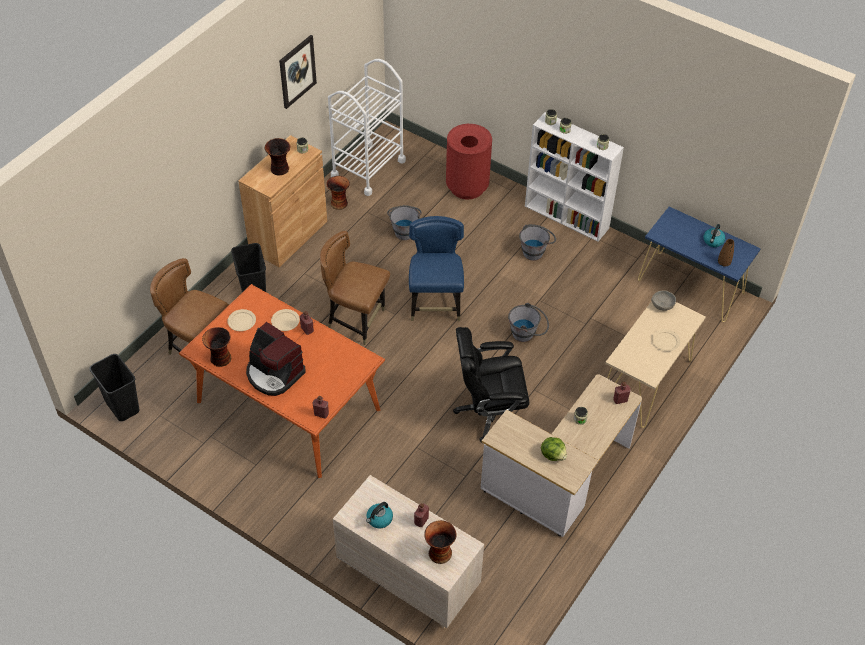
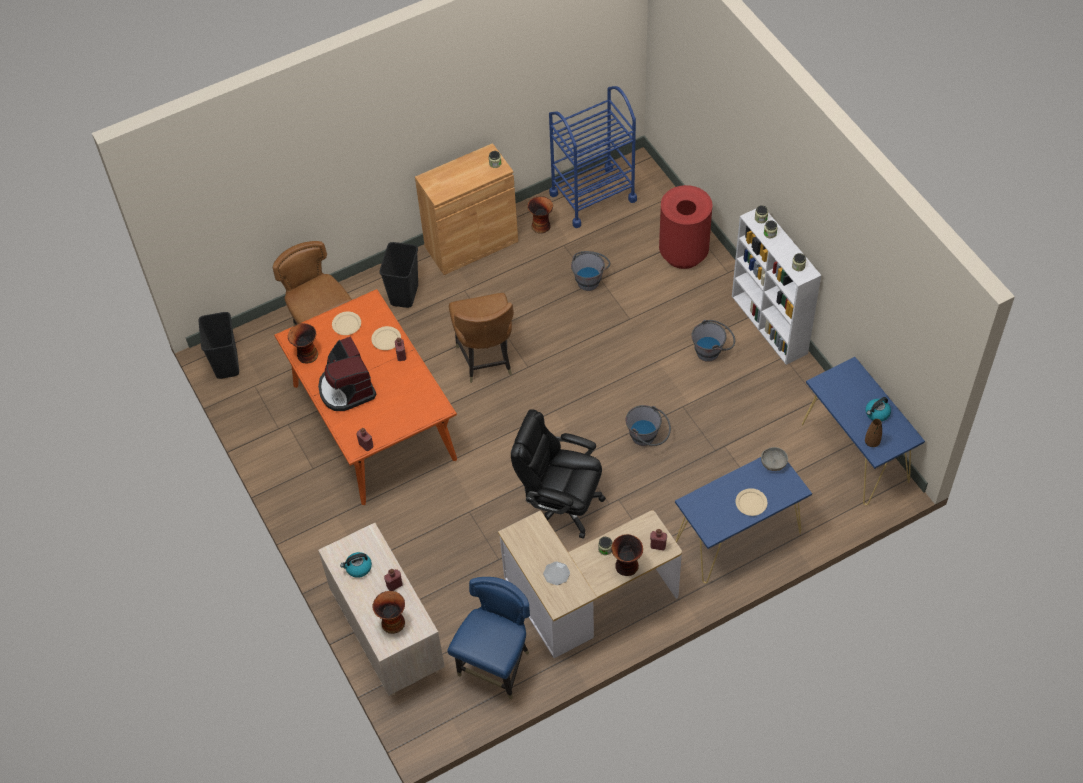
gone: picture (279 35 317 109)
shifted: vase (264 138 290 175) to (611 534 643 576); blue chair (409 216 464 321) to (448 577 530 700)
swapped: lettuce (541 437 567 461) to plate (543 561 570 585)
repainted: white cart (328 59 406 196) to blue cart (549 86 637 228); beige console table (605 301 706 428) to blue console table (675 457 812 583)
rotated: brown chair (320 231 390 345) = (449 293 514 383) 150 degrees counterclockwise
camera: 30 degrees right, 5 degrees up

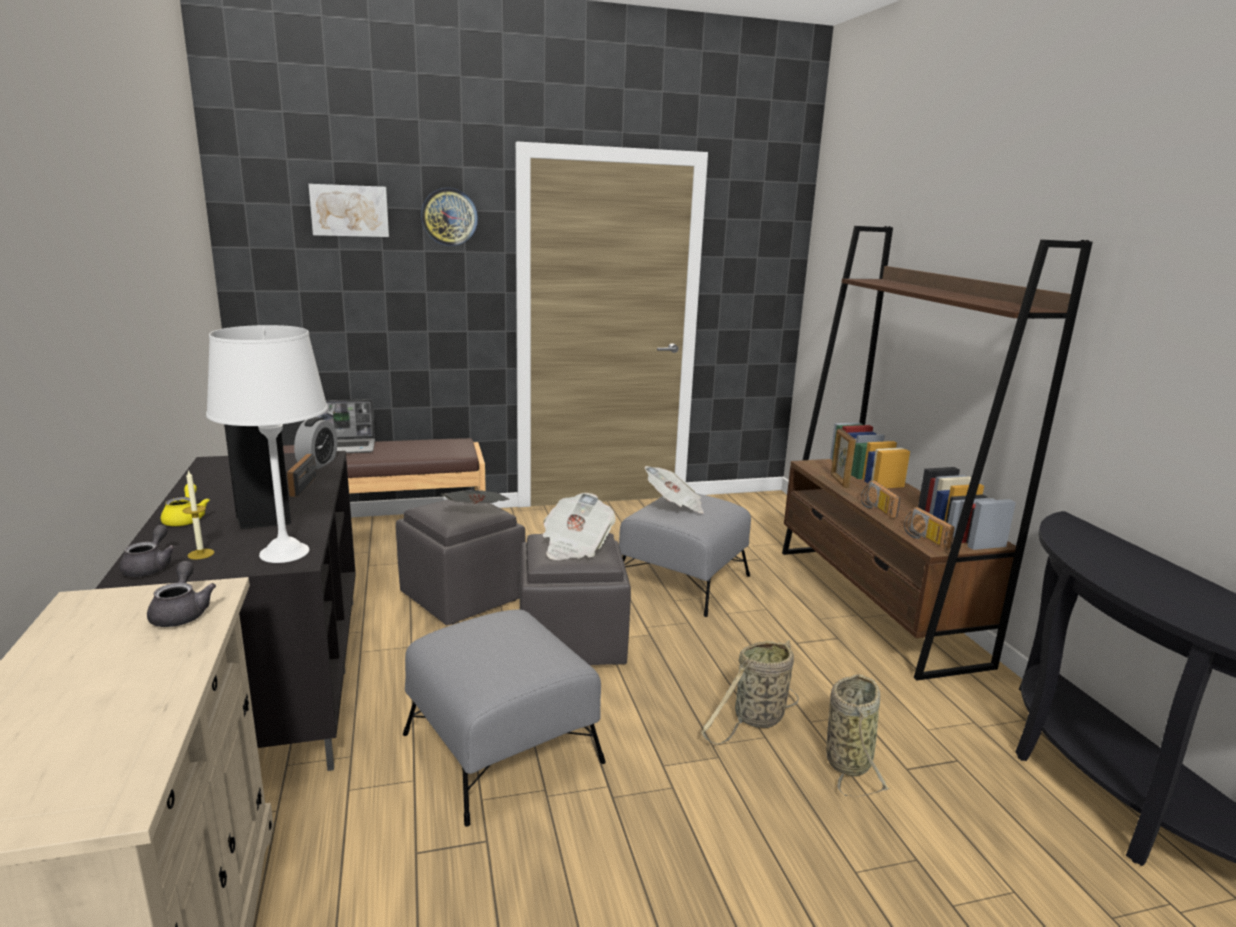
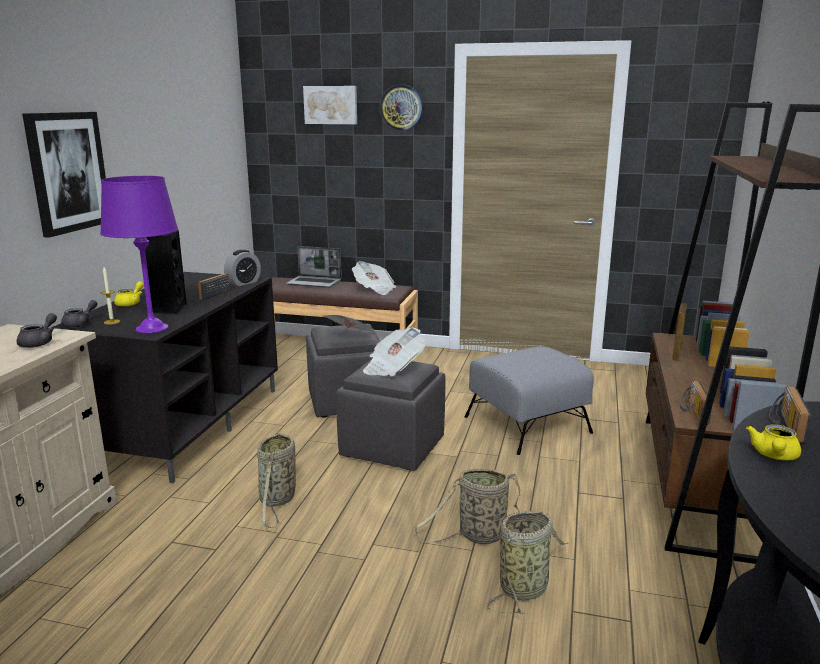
new: picture (22 112 106 238); yellow teapot (746 424 801 460)
shifted: newspaper (645 466 703 513) to (352 261 396 295); radio (861 481 900 518) to (769 386 812 443)
swapped: grey ottoman (403 609 606 827) to basket (257 431 296 528)
repainted: white table lamp (206 325 328 563) to purple table lamp (100 176 178 333)
camera: 30 degrees right, 0 degrees up

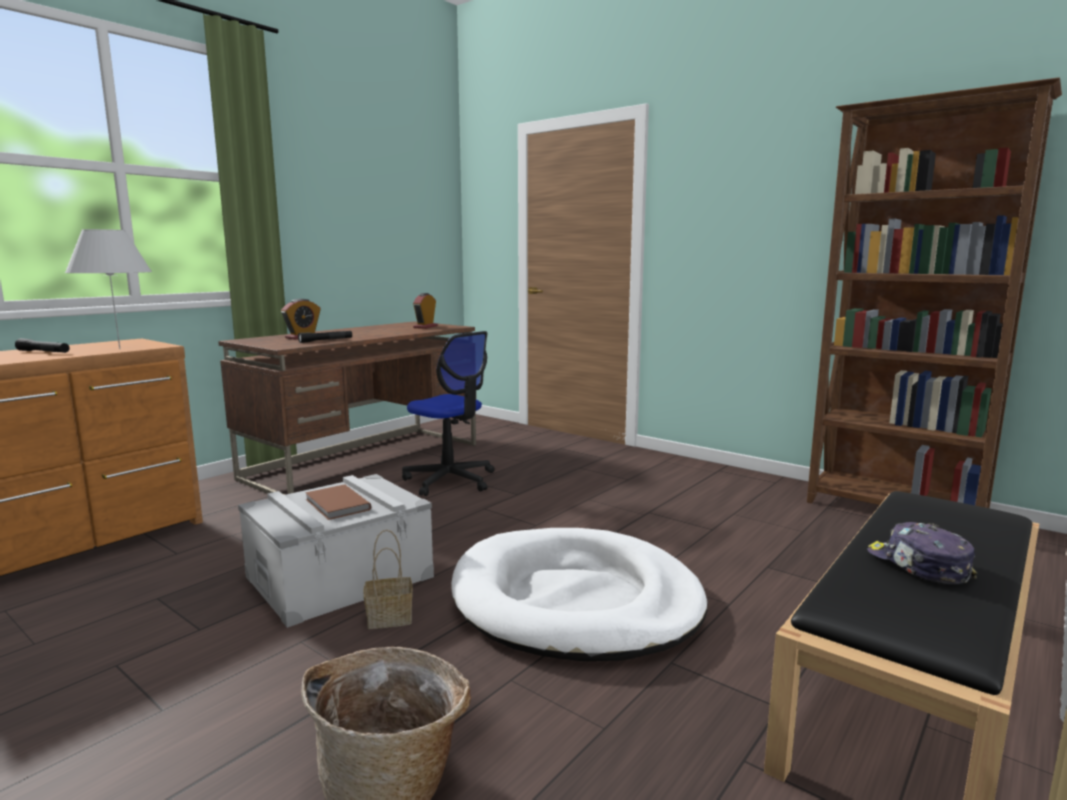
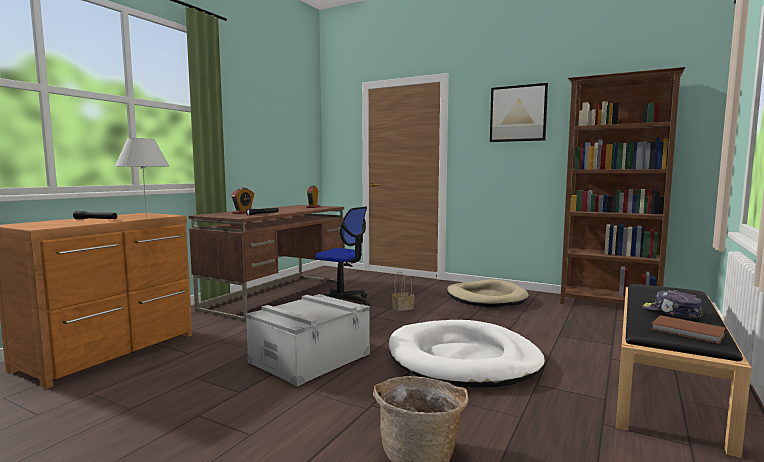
new: beige dog bed (447 279 529 307); picture (490 83 548 142)
shifted: brown book (305 484 371 520) to (651 315 726 344); basket (364 529 413 629) to (392 272 414 311)
camera: 10 degrees left, 5 degrees down

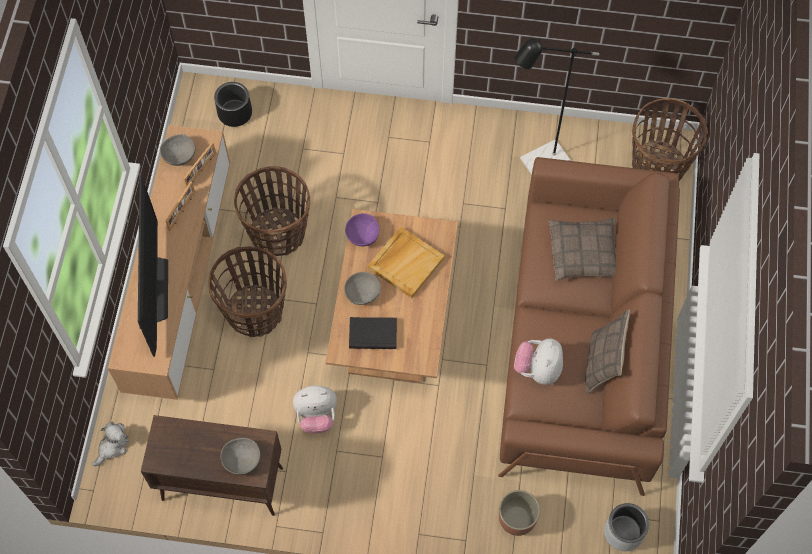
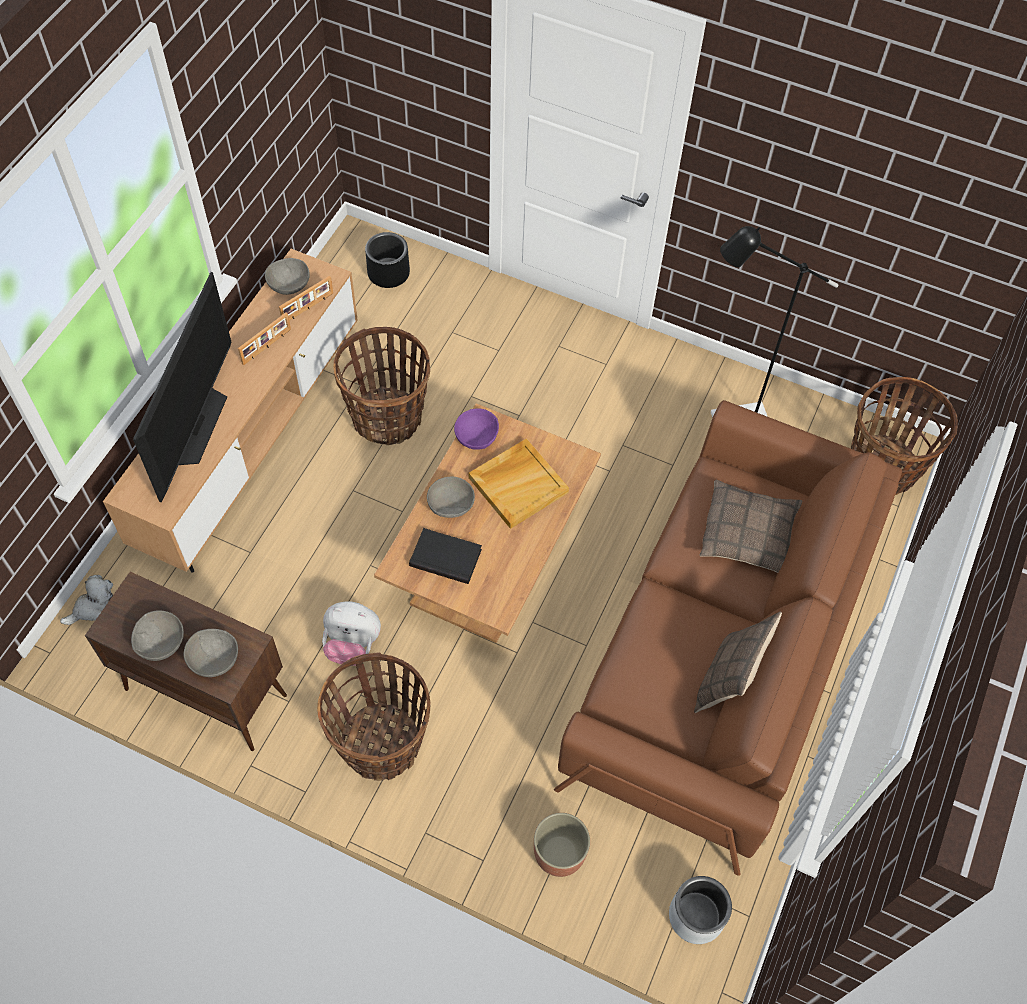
gone: plush toy (514 338 563 385)
new: grey bowl (131 610 184 661)
shifted: basket (208 246 287 337) to (317 652 431 781)
camera: 15 degrees right, 5 degrees down

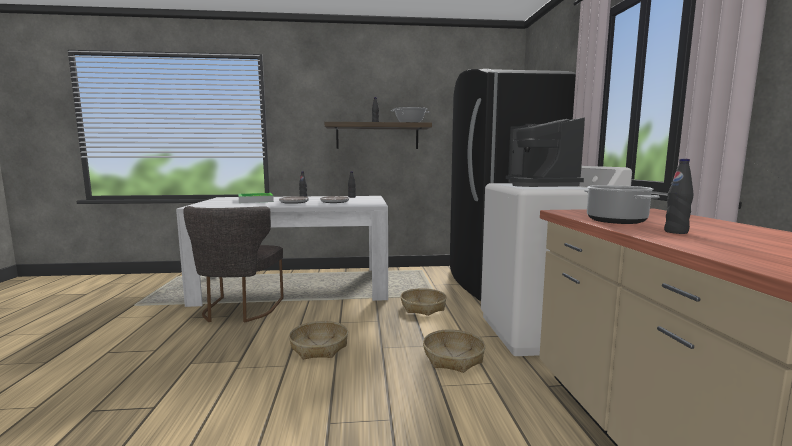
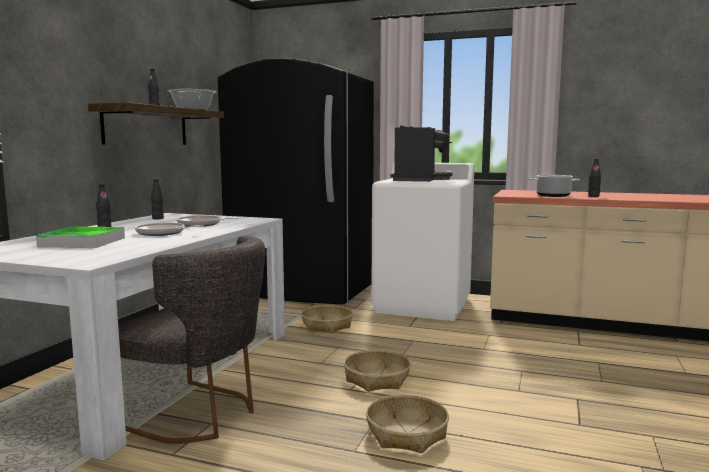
shifted: basket (423 329 485 373) to (366 395 449 453)
rotated: coffee machine (506 118 585 187) = (391 125 452 182) 90 degrees counterclockwise
camera: 65 degrees left, 0 degrees up

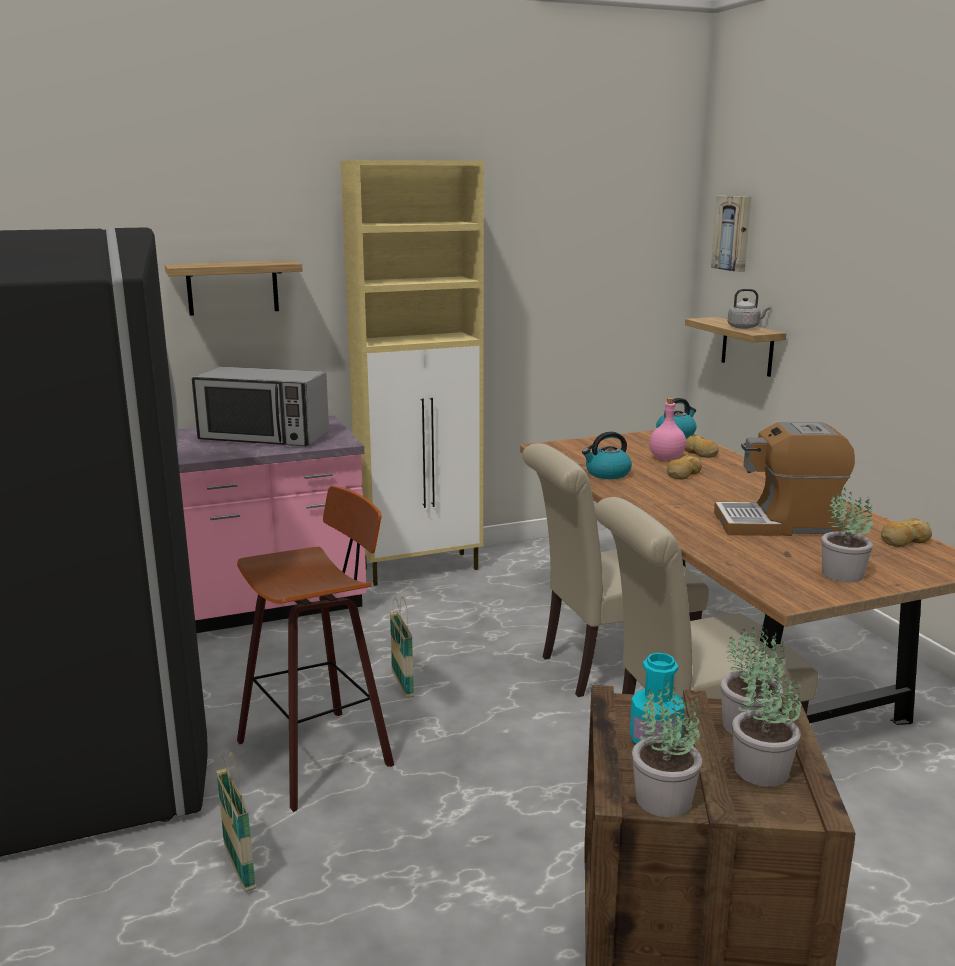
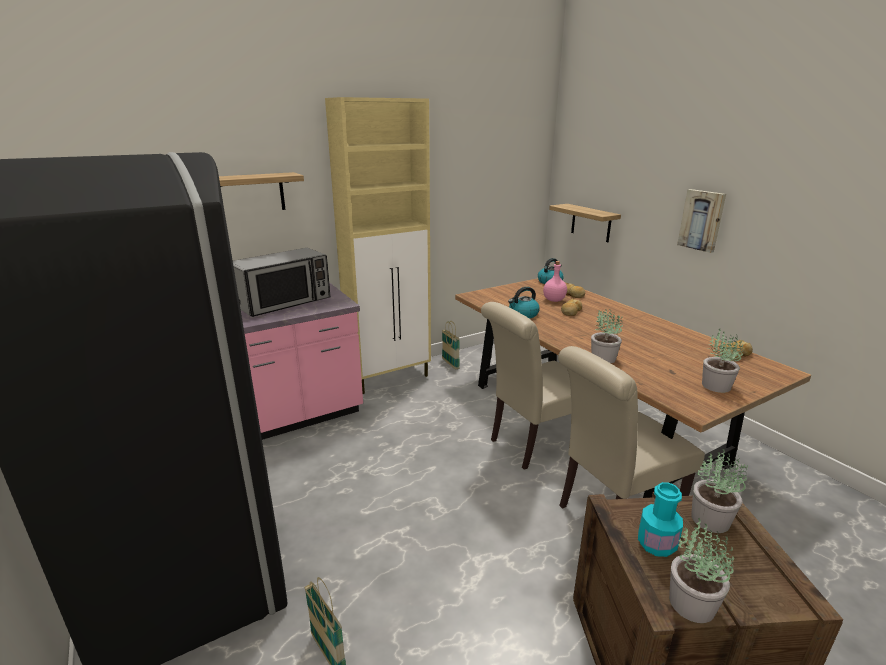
gone: stool (237 486 394 812); coffee machine (714 422 855 536); grey kettle (728 289 770 329)
shifted: basket (390 596 414 698) to (442 321 460 369); picture (711 196 751 272) to (677 189 726 253); potted plant (732 662 802 787) to (591 309 623 363)
rotated: microwave (192 367 329 446) = (233 248 330 317) 45 degrees counterclockwise
camera: 10 degrees left, 5 degrees up

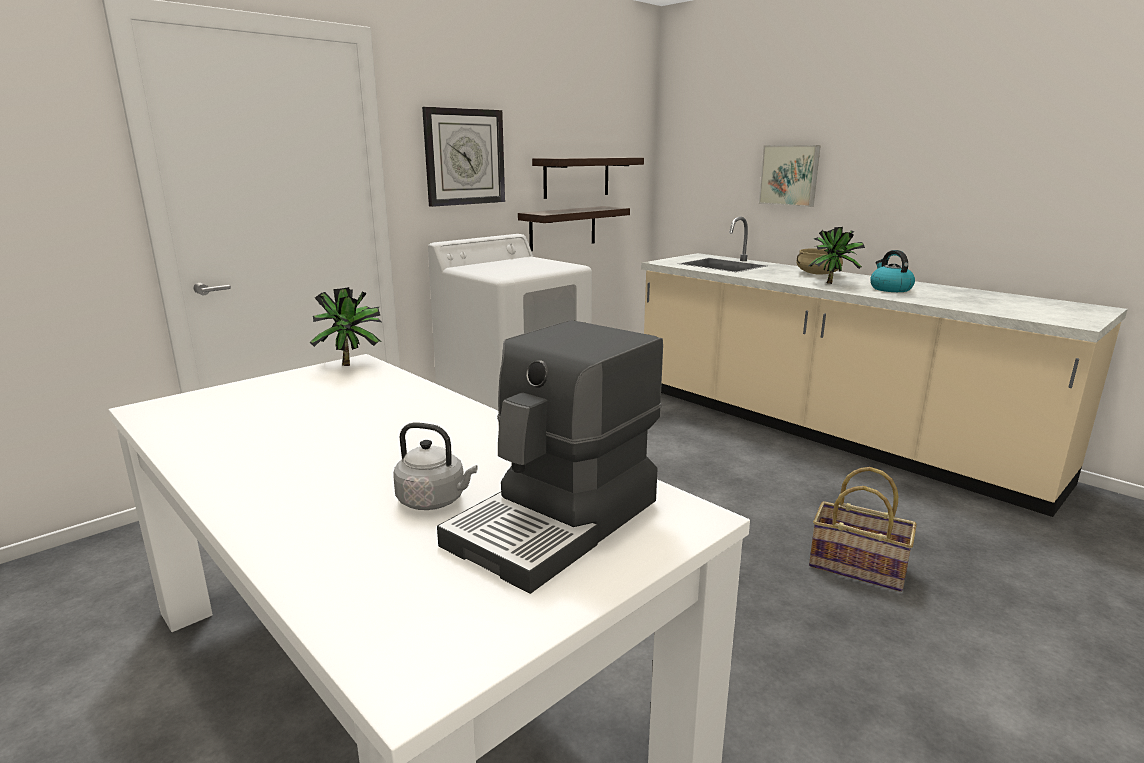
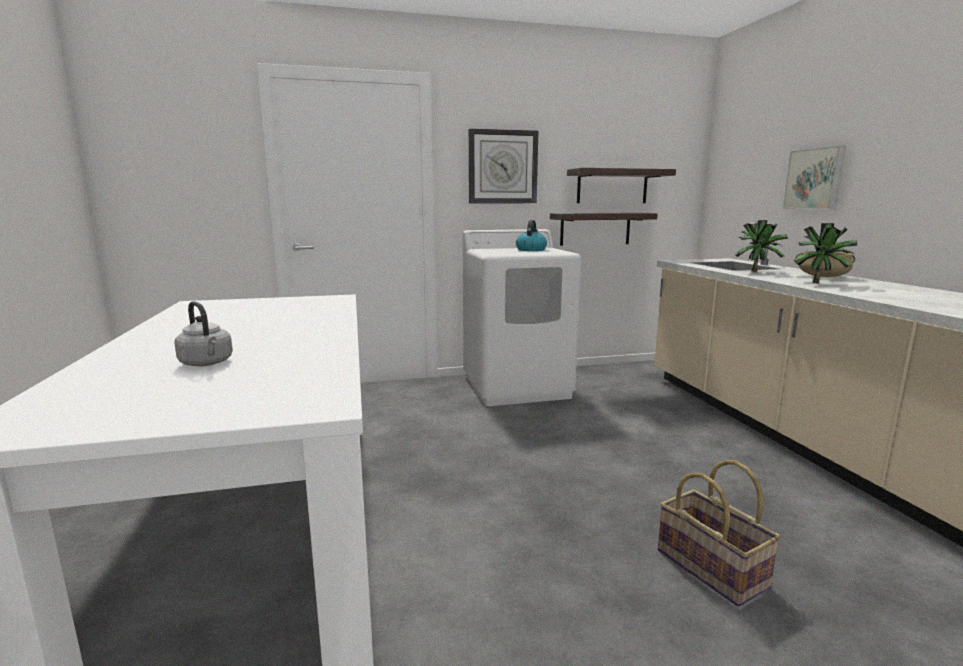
gone: coffee machine (437 320 663 594)
shifted: potted plant (308 287 381 366) to (735 220 788 272); kettle (870 250 915 292) to (516 220 547 251)
camera: 30 degrees right, 5 degrees down

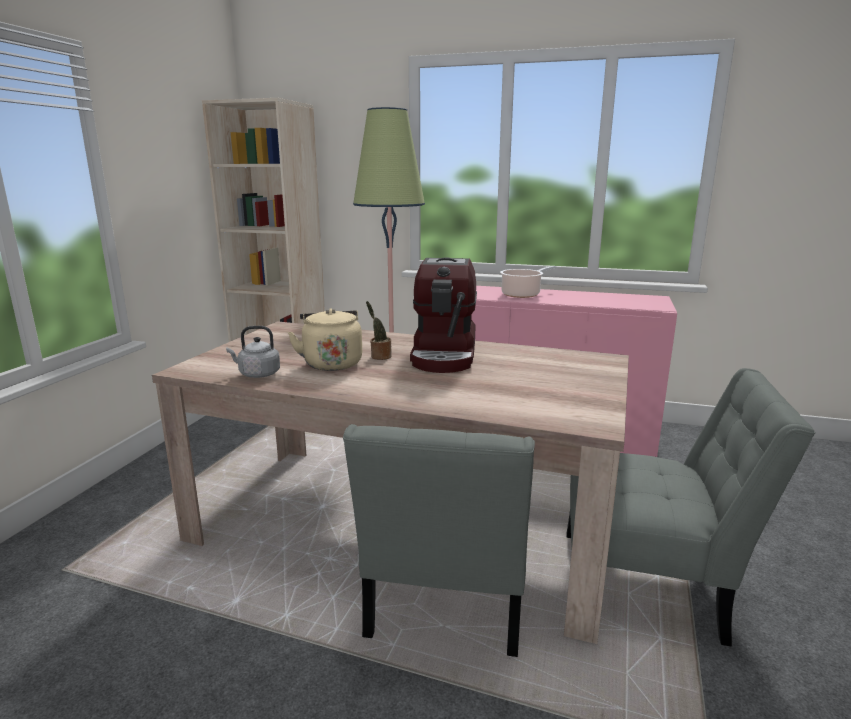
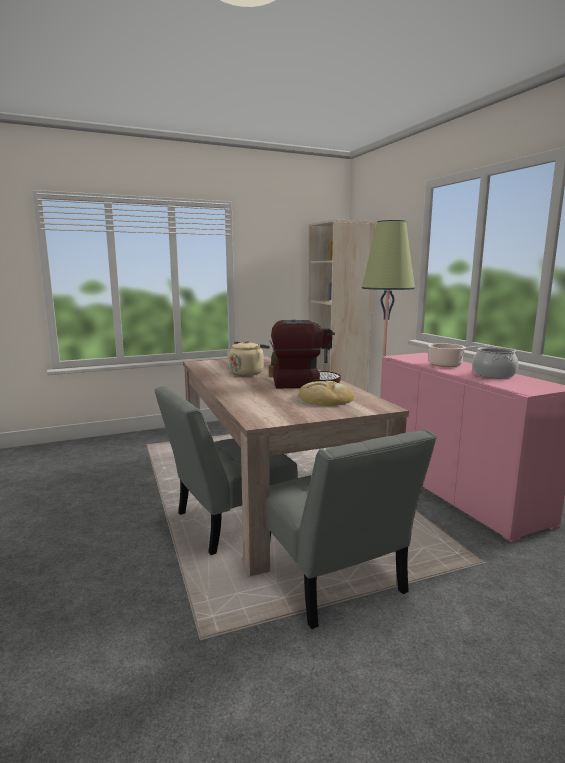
gone: grey kettle (226 326 280 378)
new: bread (299 381 354 406); cooking pot (472 347 518 378)
rotated: coffee machine (410 257 477 373) = (271 320 341 388) 150 degrees counterclockwise
camera: 50 degrees right, 5 degrees down

